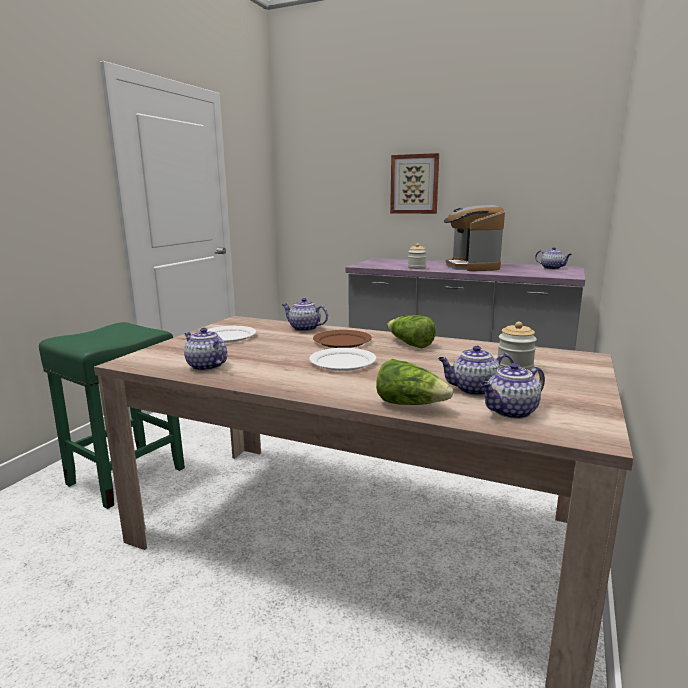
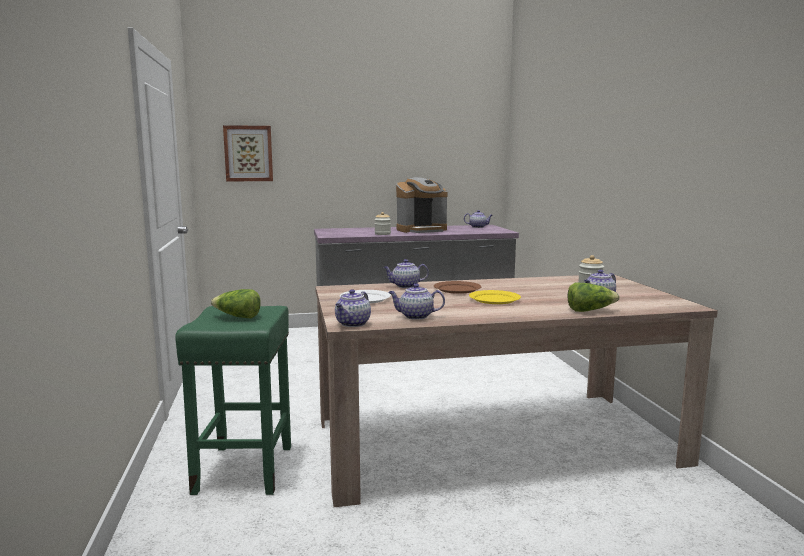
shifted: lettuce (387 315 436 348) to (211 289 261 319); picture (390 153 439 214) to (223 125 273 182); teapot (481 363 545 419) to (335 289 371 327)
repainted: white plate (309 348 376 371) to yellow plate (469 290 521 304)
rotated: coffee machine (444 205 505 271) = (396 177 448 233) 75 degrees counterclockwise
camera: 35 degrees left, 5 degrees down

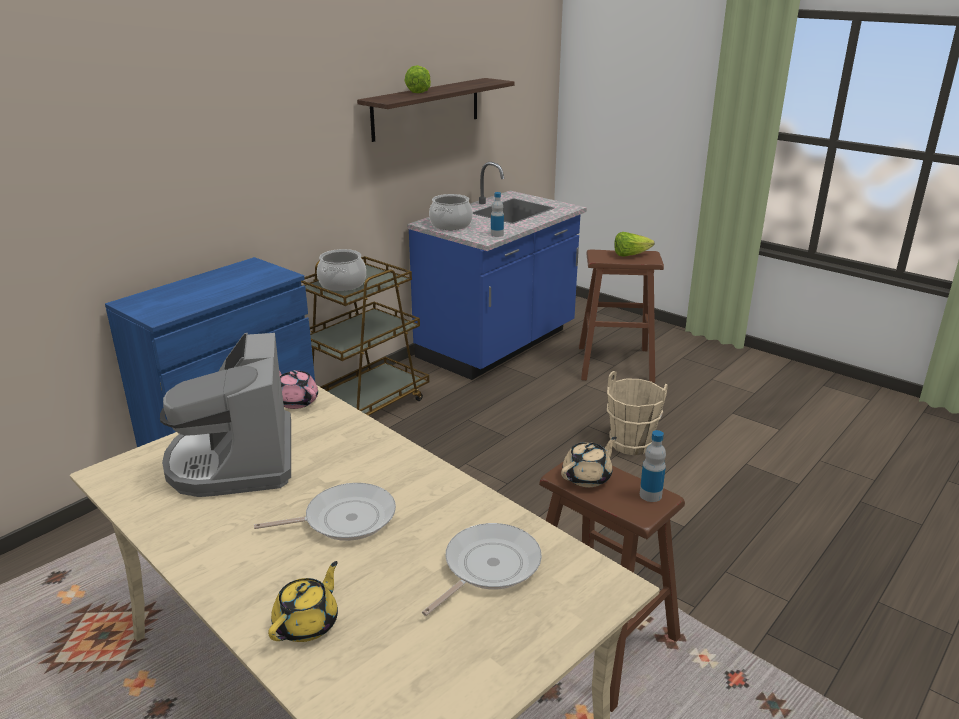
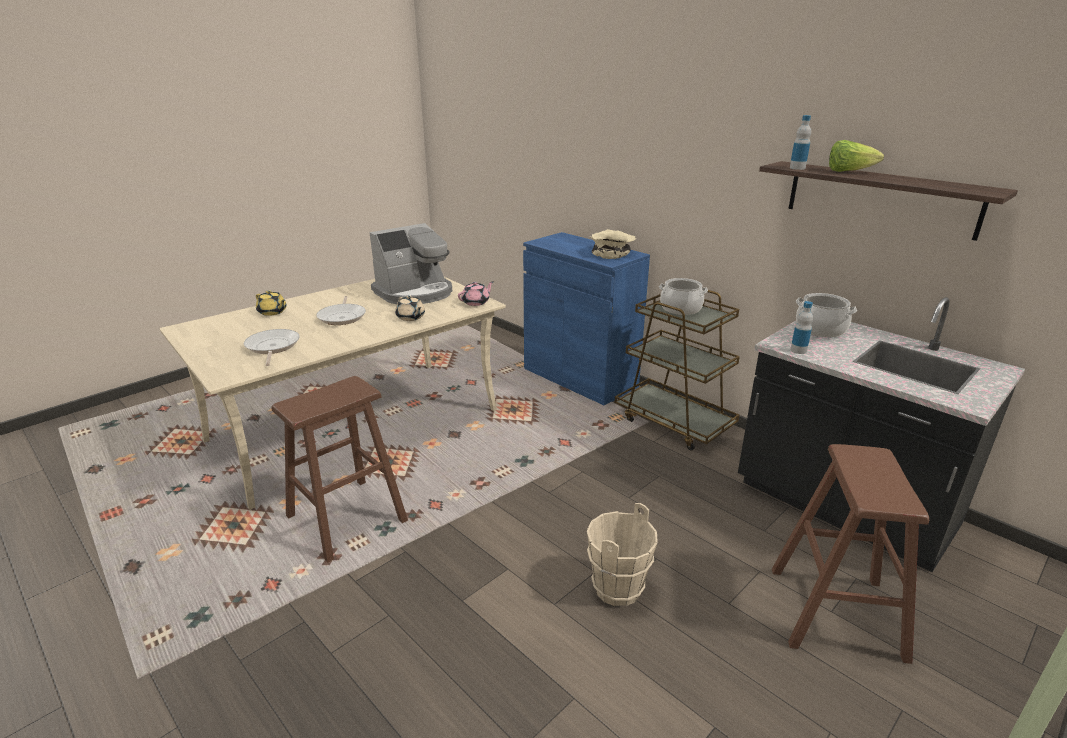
gone: lettuce (614 232 654 257)
new: beige bowl (591 229 636 259)
shifted: beige teapot (561 437 617 487) to (395 295 425 321); bottle (640 430 666 502) to (790 115 811 170)
repainted: blue counter (407 162 587 380) to black counter (738 297 1025 572)
rotated: coffee machine (160 333 291 497) = (369 223 452 304) 150 degrees clockwise; frying pan (422 523 542 616) = (244 329 300 366) 150 degrees counterclockwise
camera: 95 degrees right, 0 degrees up

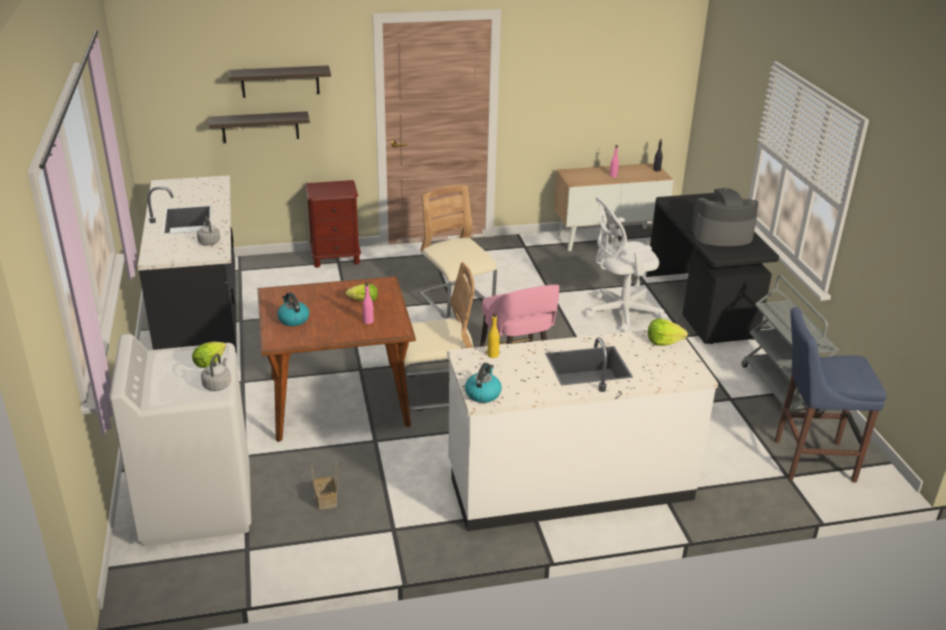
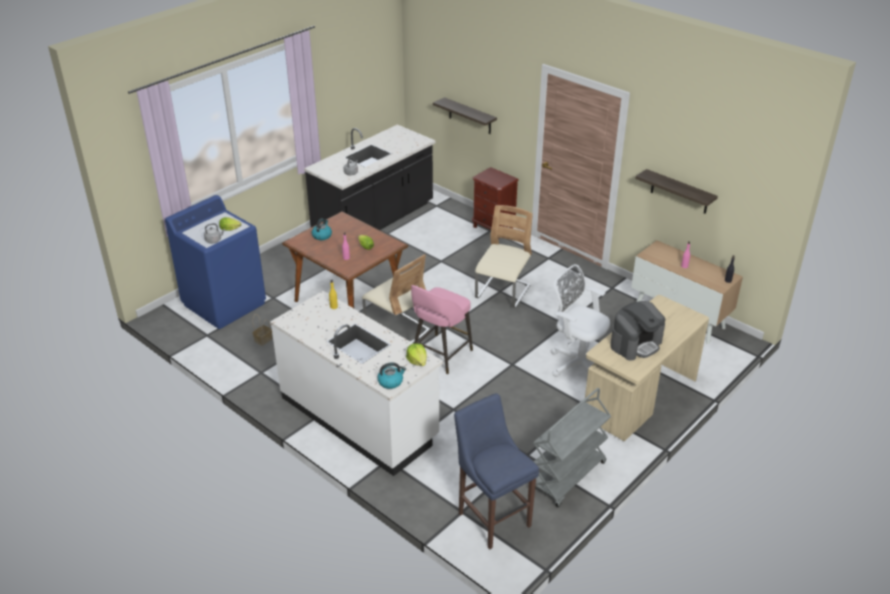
shifted: shelf (229 65 331 98) to (635 169 718 214); kettle (465 363 502 403) to (377 362 406 389)
repainted: white washing machine (109 334 251 546) to blue washing machine (165 195 266 329); black desk (646 193 779 344) to beige desk (585 295 709 442)
rotated: coffee machine (692 188 758 246) = (610 301 665 361) 90 degrees clockwise
camera: 55 degrees right, 5 degrees up

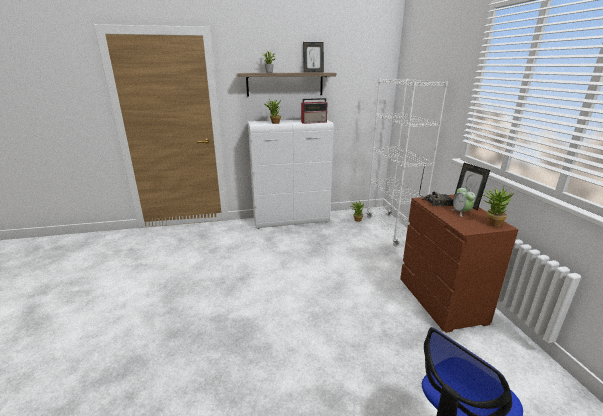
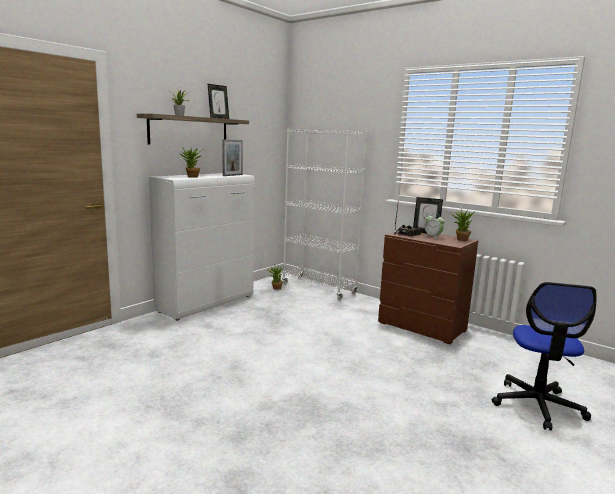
swapped: radio (301 98 327 124) to picture frame (223 140 243 176)
camera: 40 degrees left, 10 degrees down

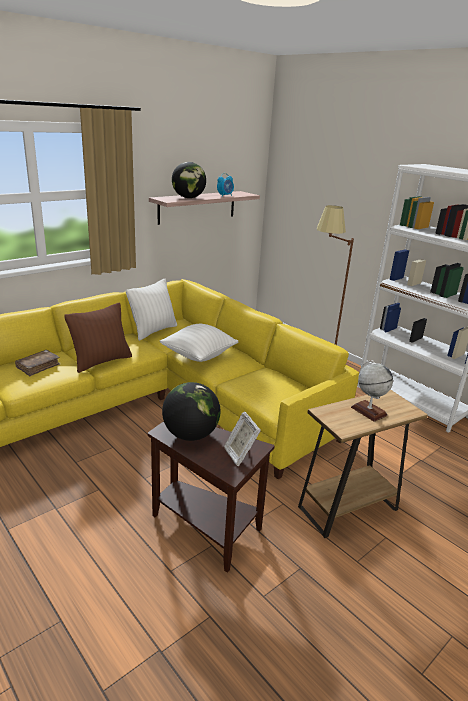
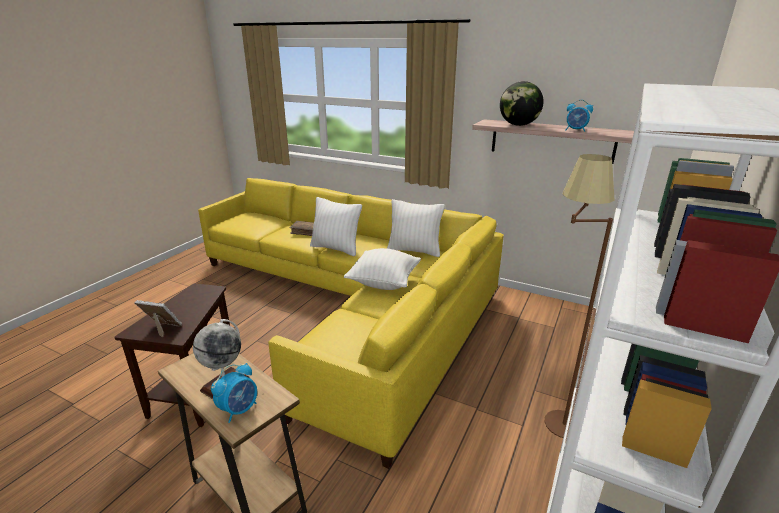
gone: globe (162 382 221 441)
new: alarm clock (211 363 257 423)
repainted: brown pillow (64 303 132 373) to white pillow (310 197 362 256)
rotated: picture frame (224 411 261 466) = (135 300 182 338) 60 degrees clockwise
camera: 70 degrees right, 0 degrees up

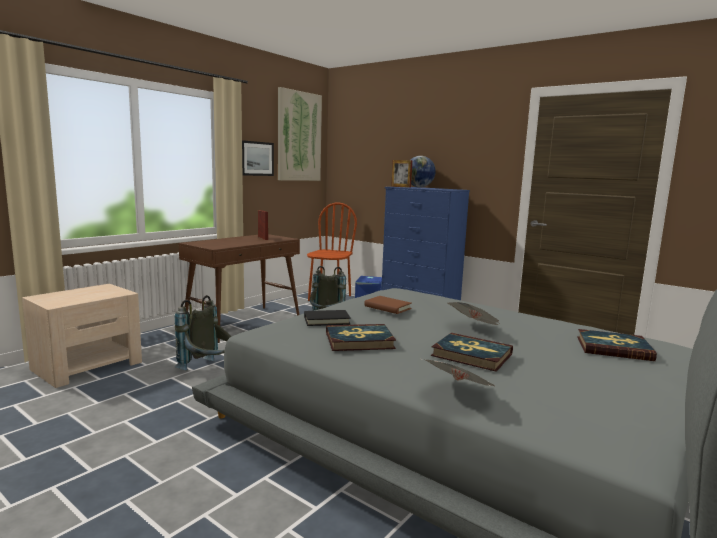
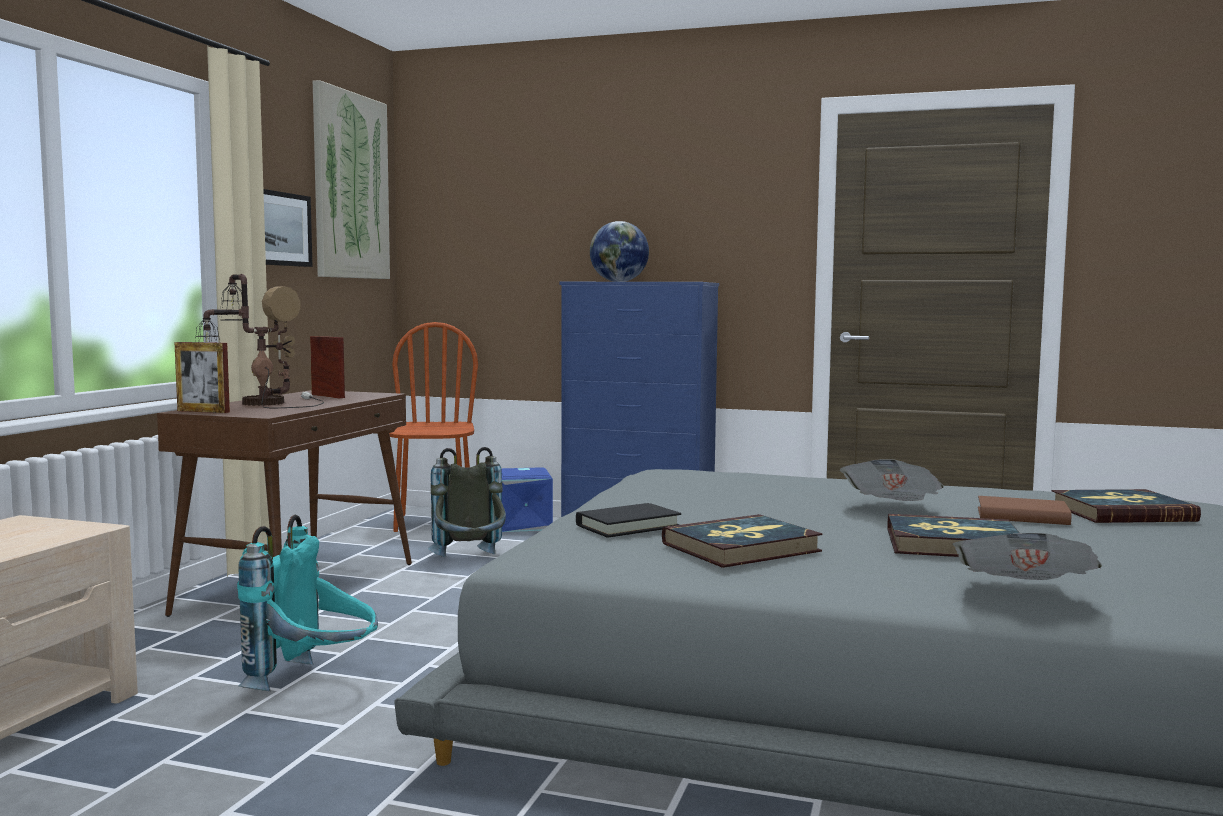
new: table lamp (195 274 324 408)
shifted: brown book (364 296 412 314) to (978 496 1071 525); picture frame (391 160 412 188) to (174 342 230 413)
repainted: grey backpack (174 295 231 371) to turquoise backpack (237 515 378 691)
camera: 20 degrees left, 5 degrees down

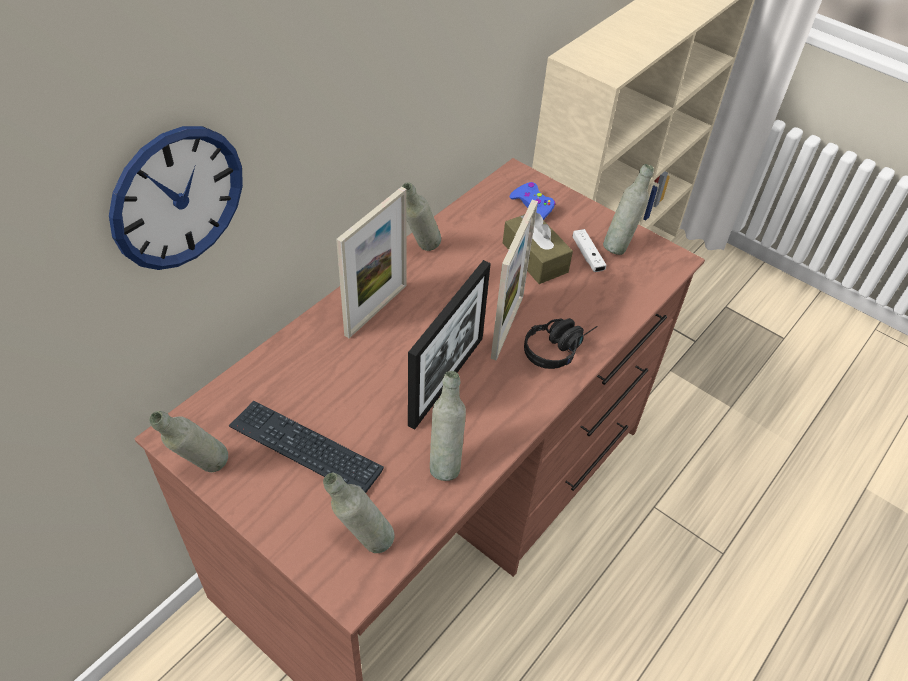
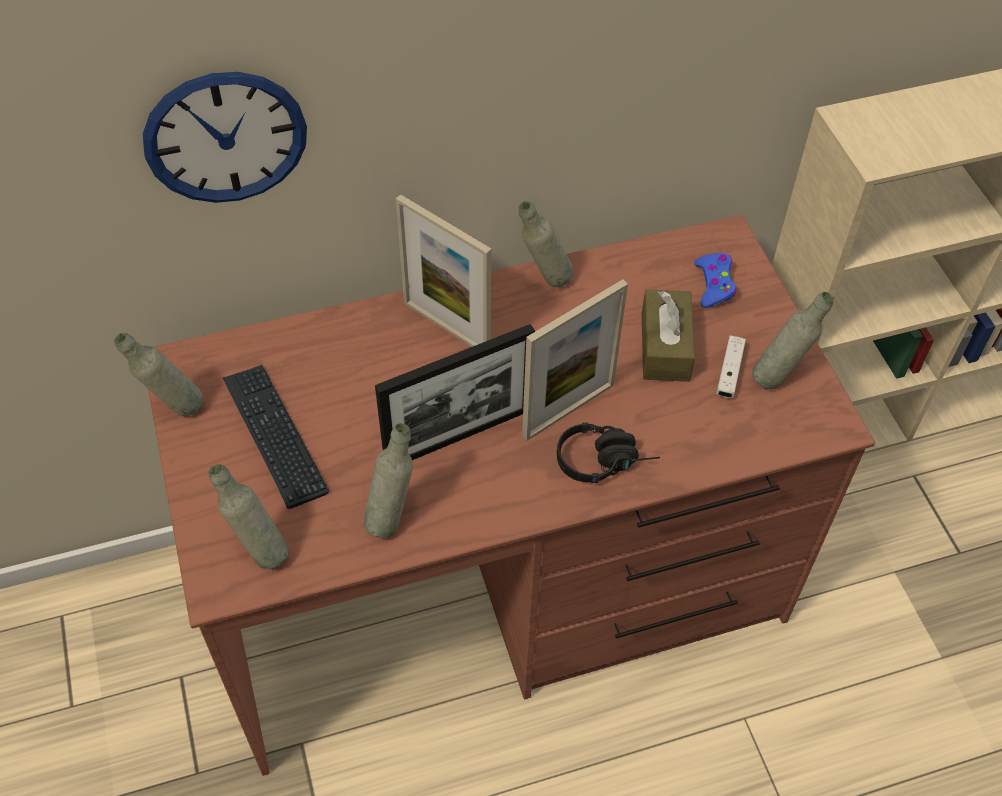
rotated: picture frame (336 187 407 338) = (396 194 491 347) 60 degrees clockwise
camera: 35 degrees right, 5 degrees up

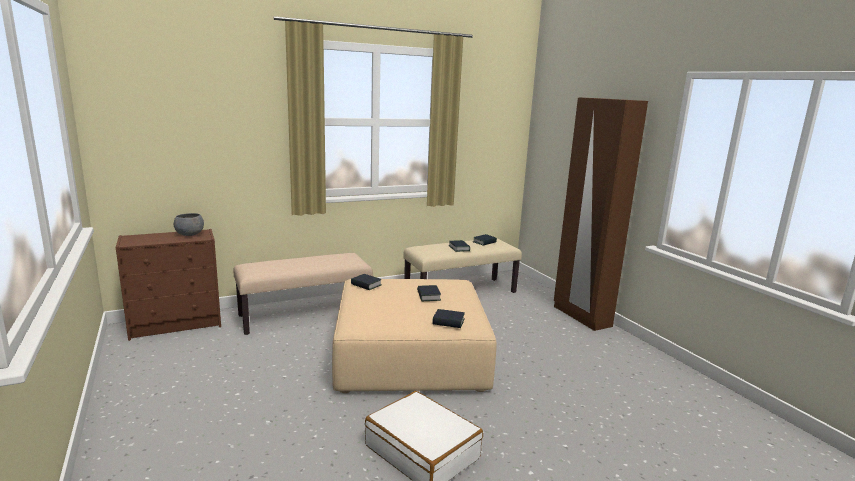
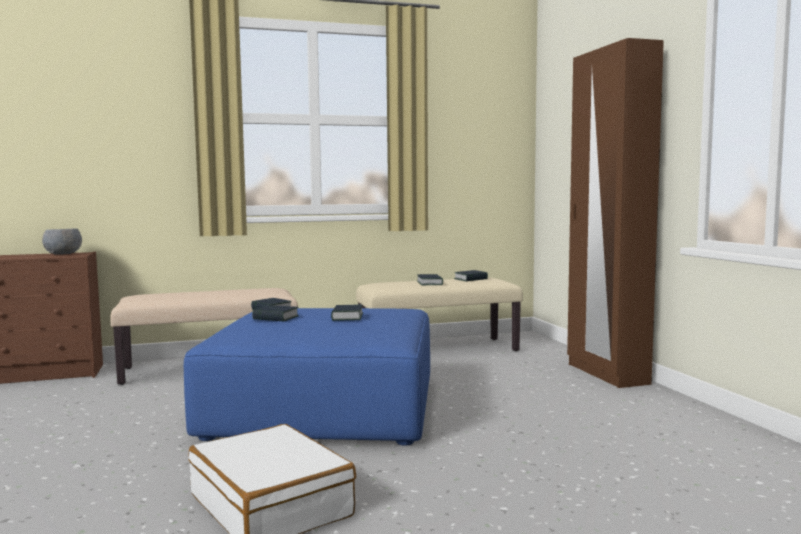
shifted: book (433 309 465 328) to (252 305 299 321)
repainted: beige ottoman (332 279 497 393) to blue ottoman (184 308 430 446)
camera: 10 degrees right, 10 degrees down

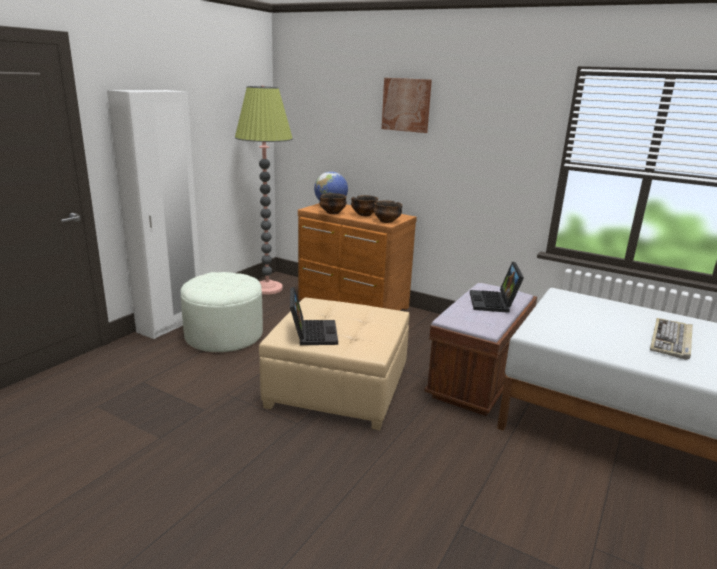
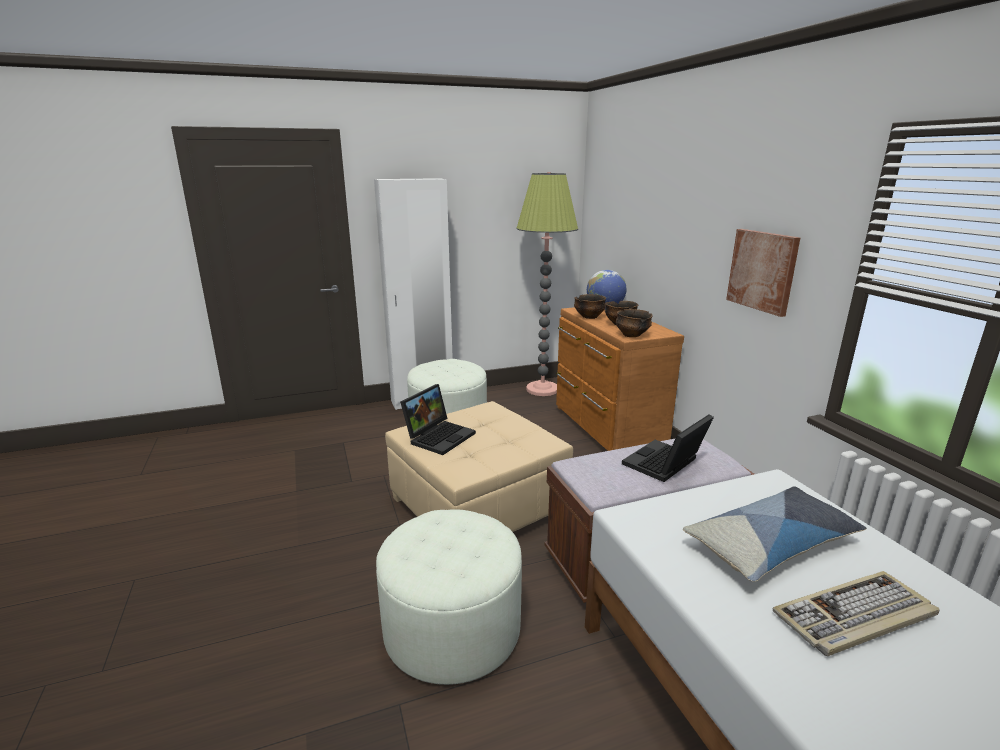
new: white ottoman (376 509 522 685); pillow (683 486 867 582)
shifted: picture (382 78 432 133) to (726 229 800 317)
camera: 40 degrees right, 0 degrees up

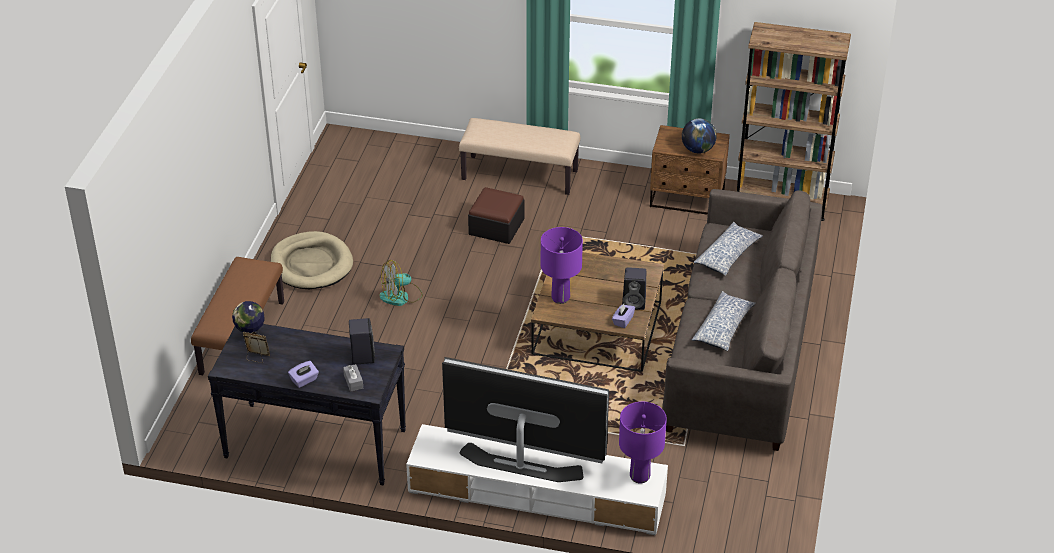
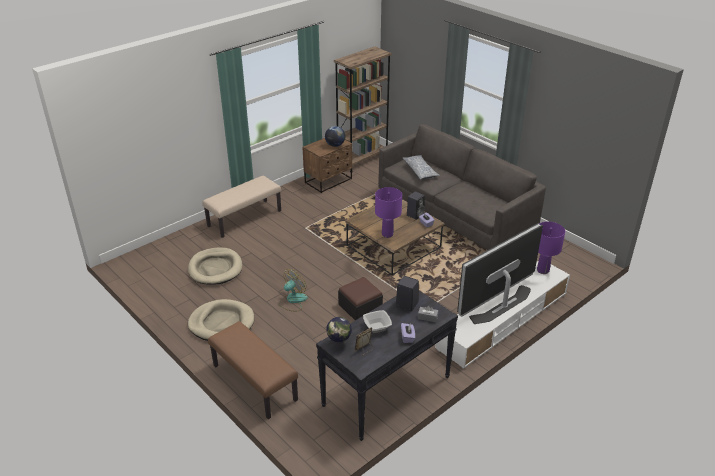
gone: pillow (692 291 755 351)
new: beige dog bed (188 248 242 285); bowl (363 310 392 333)
shifted: ottoman (468 187 525 244) to (338 277 383 320)
rotated: fan (379 260 423 306) = (279 269 308 311) 150 degrees counterclockwise
camera: 55 degrees left, 5 degrees down

